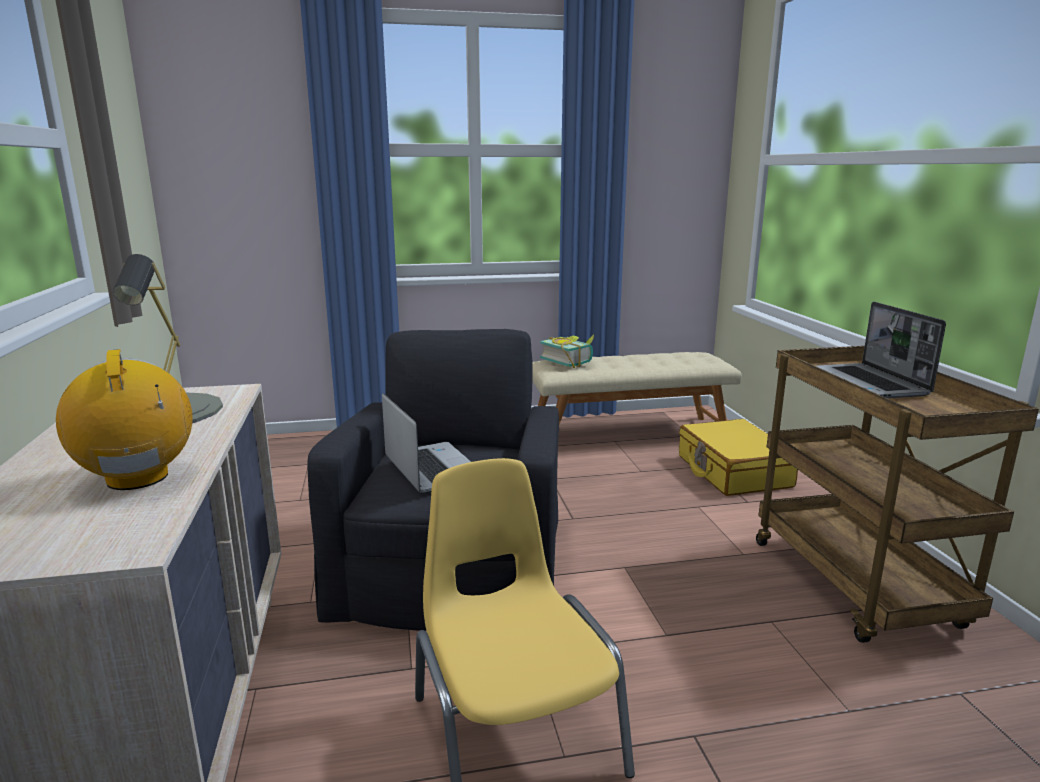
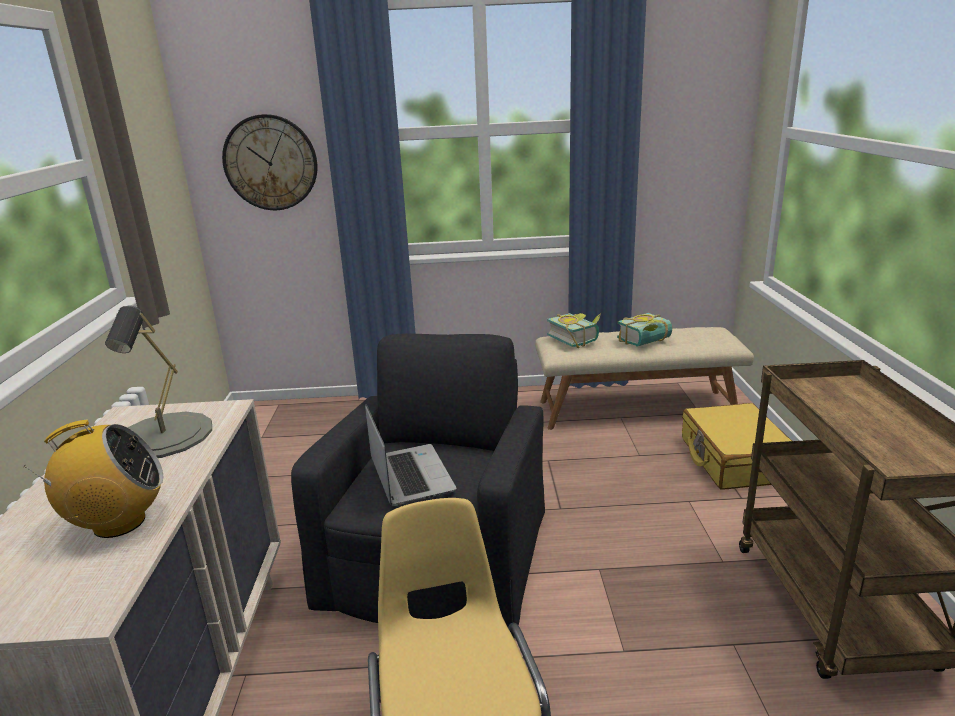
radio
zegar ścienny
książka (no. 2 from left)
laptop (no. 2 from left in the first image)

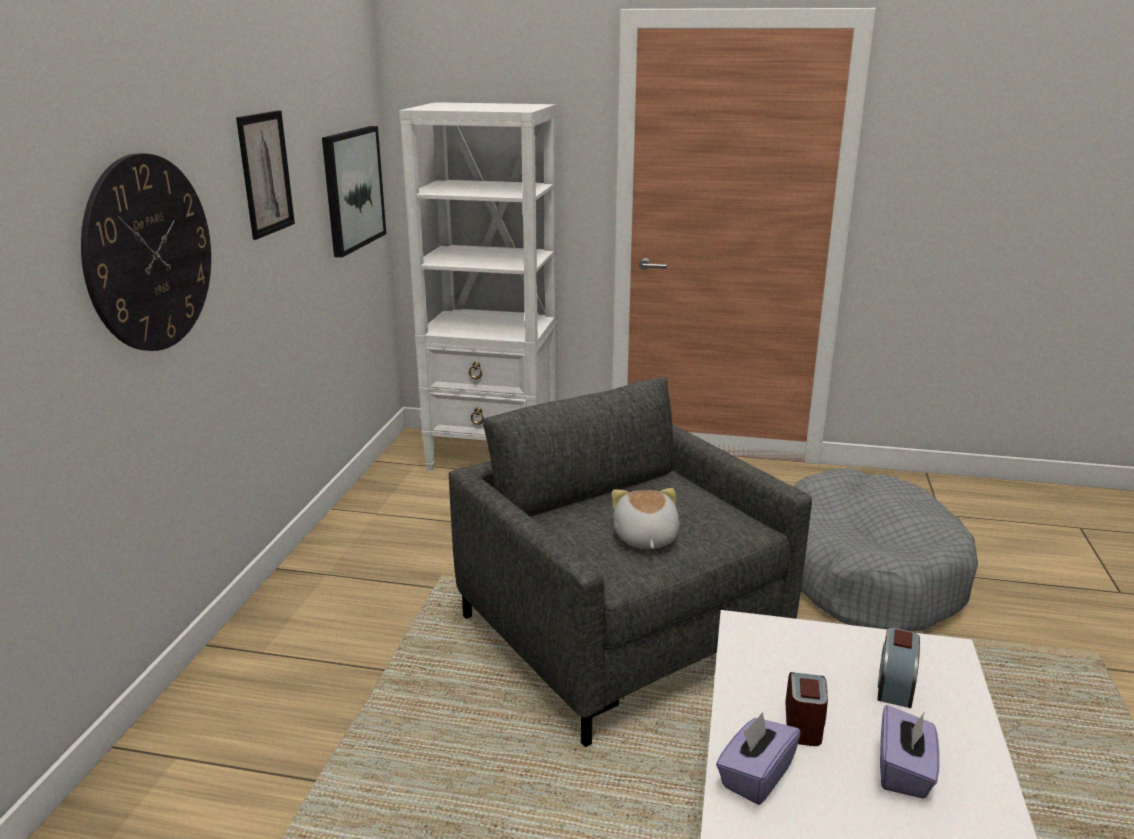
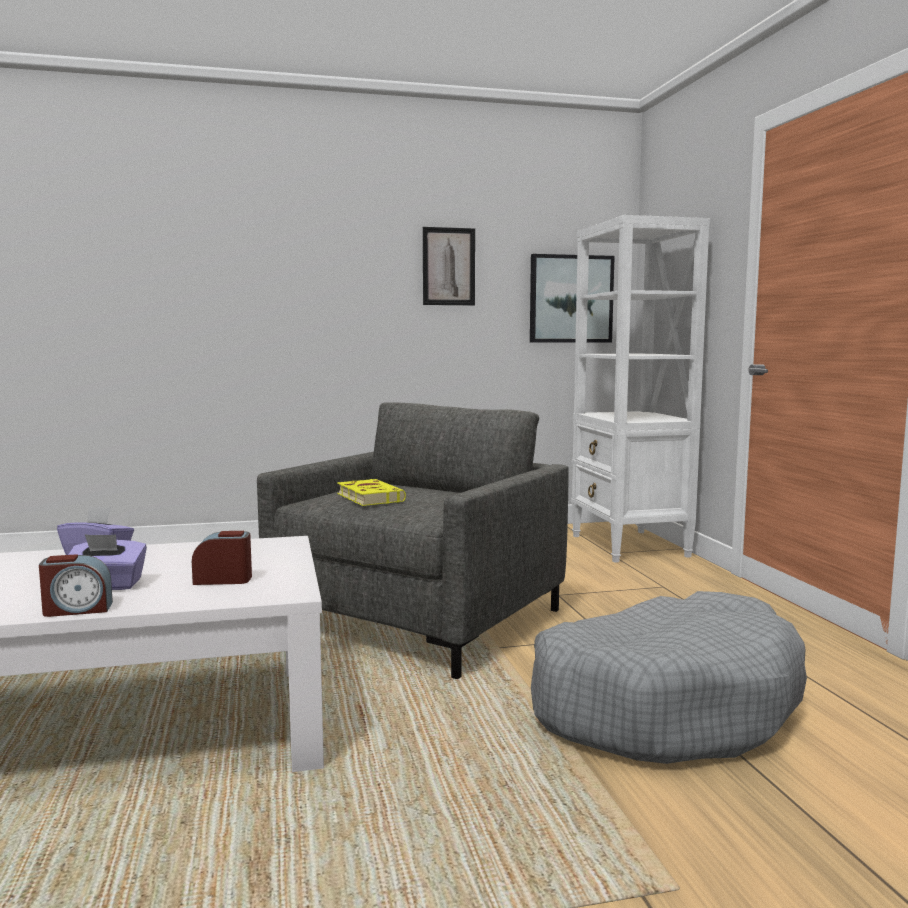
budzik (no. 1 from left)
książka (żółty)
zegar ścienny

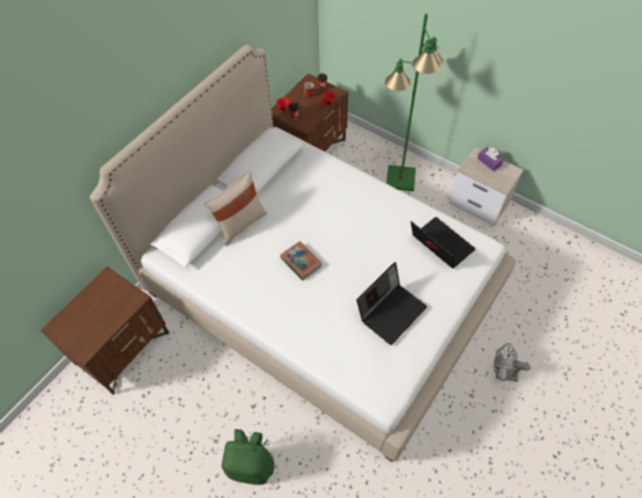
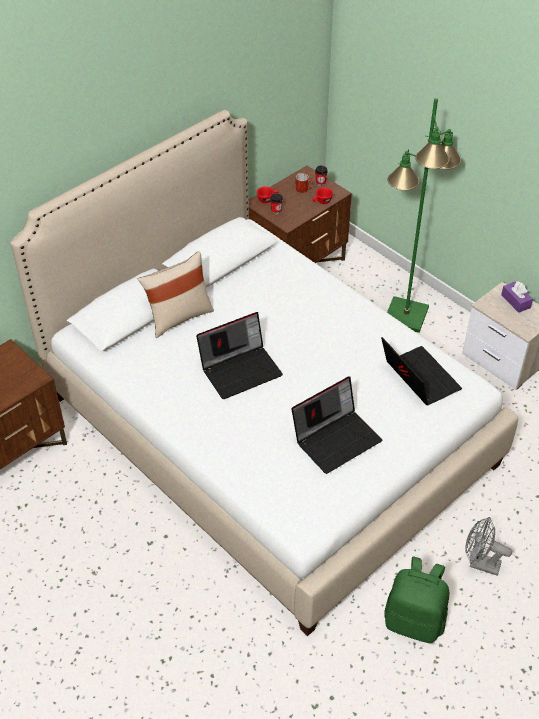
laptop (no. 1 from left)
plecak (zielony)

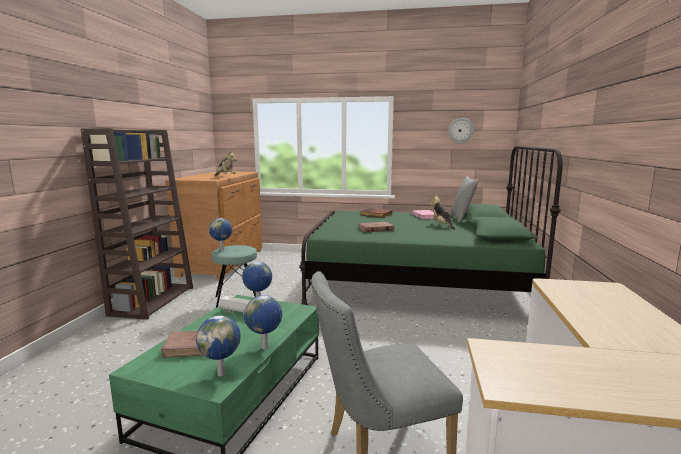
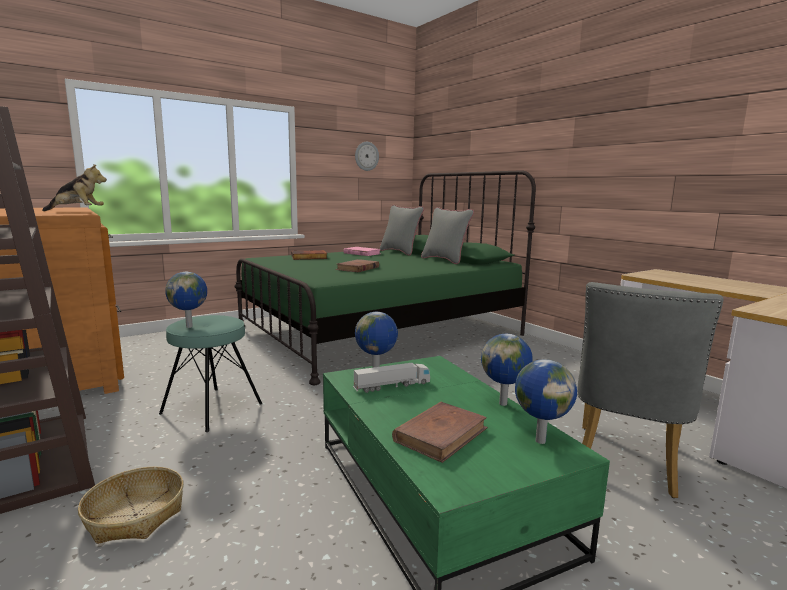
koszyk
poduszka (szary) (no. 2 from left)
pluszak (no. 2 from left in the first image)

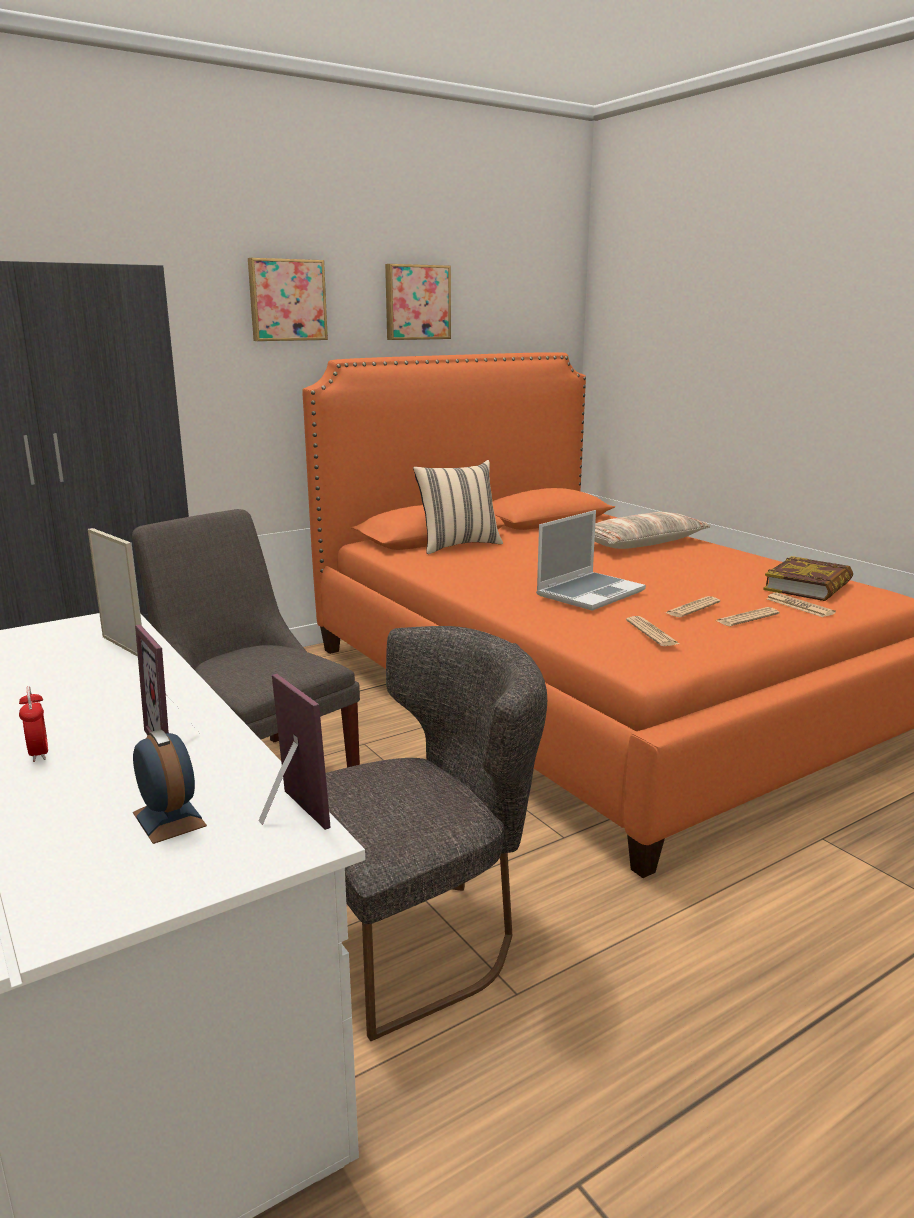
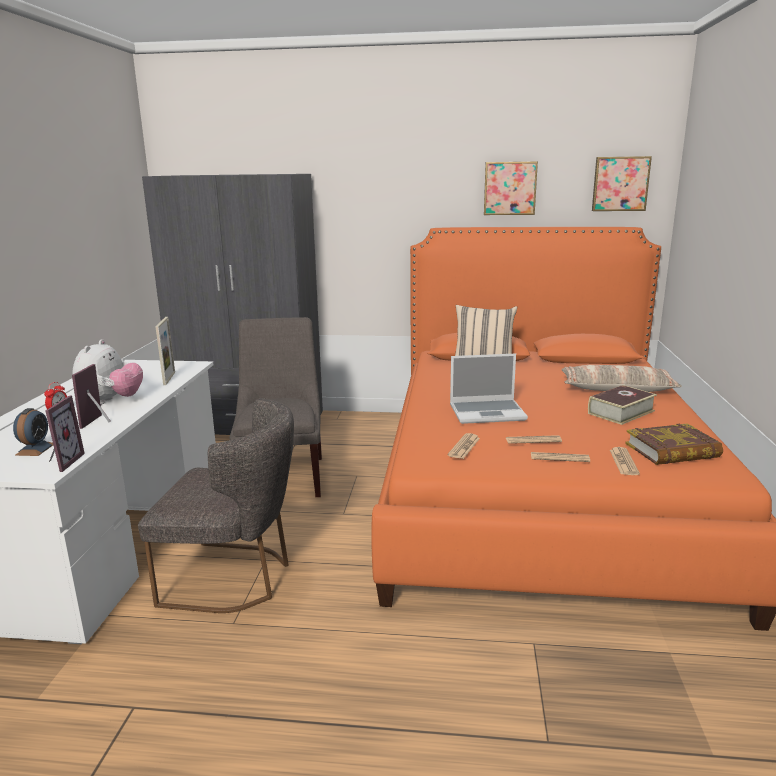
pluszak
książka (no. 1 from left)
obraz (no. 2 from left)

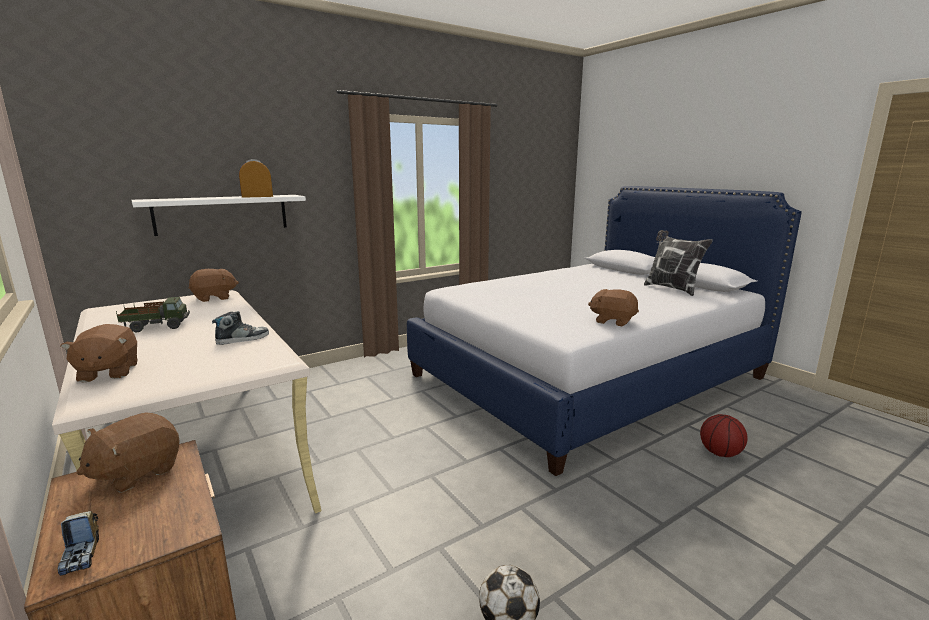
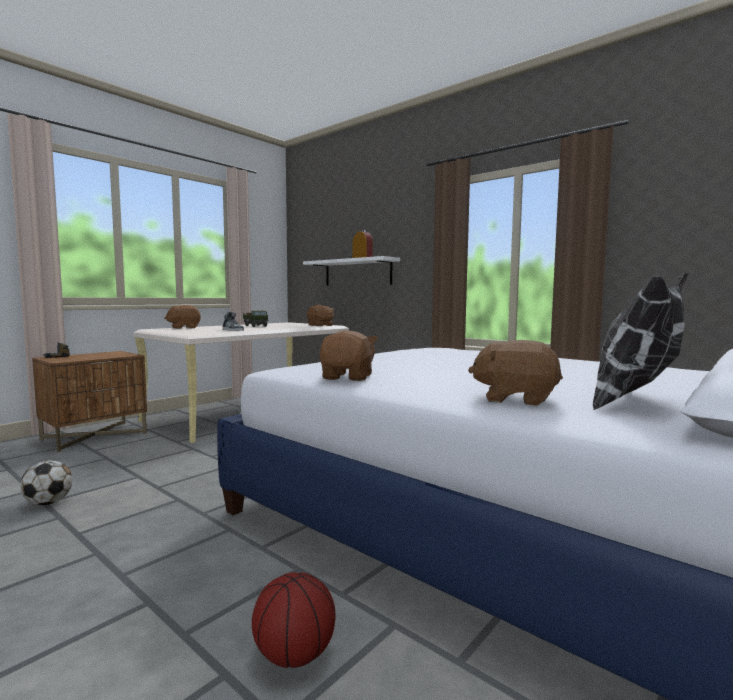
pluszak (brązowy) (no. 4 from left)

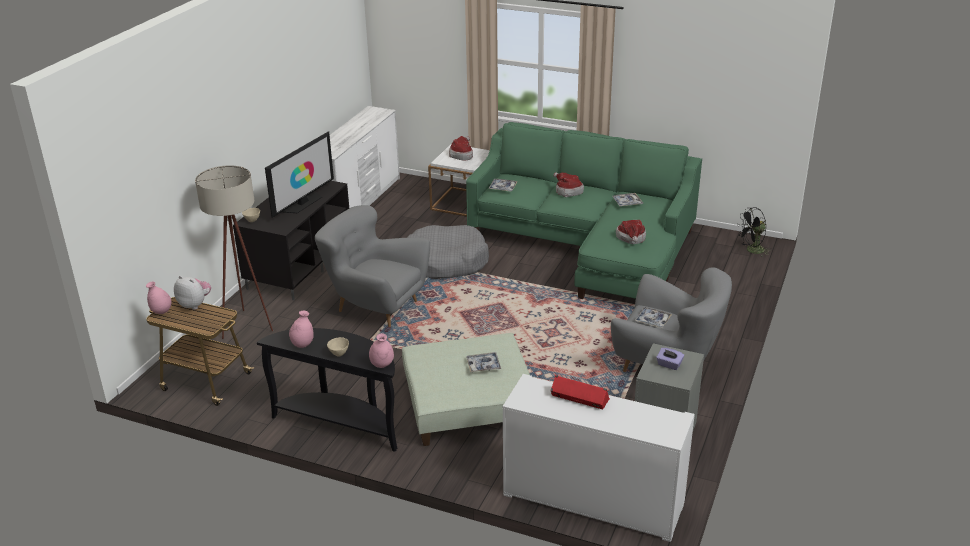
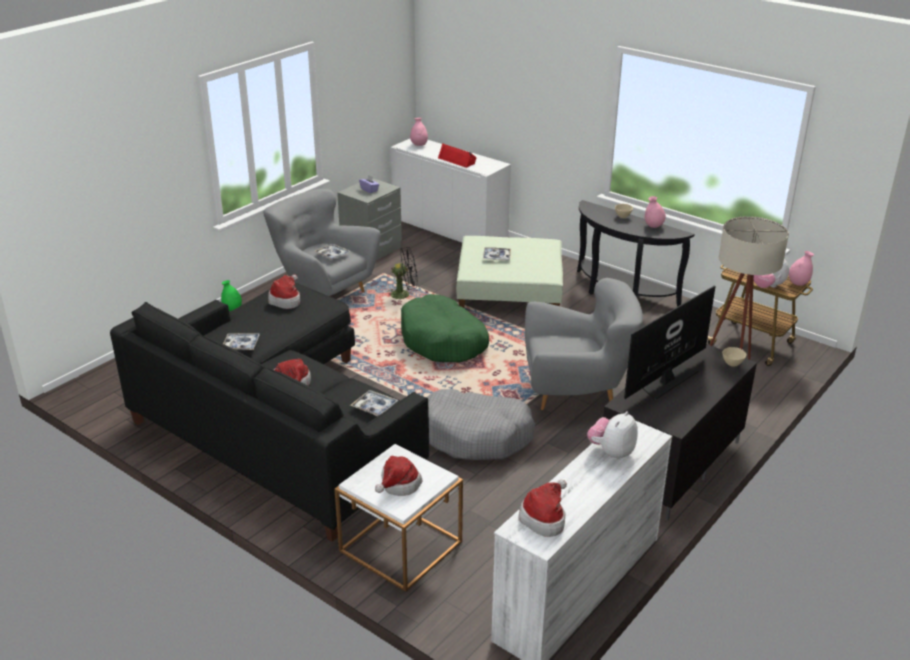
kanapa (czarny)
wazon (zielony)
wentylator (czarny)
legowisko (zielony)
wazon (różowy) (no. 1 from left)
kapelusz (no. 4 from left)
fotel (szary) (no. 2 from left)
pluszak (no. 1 from left)

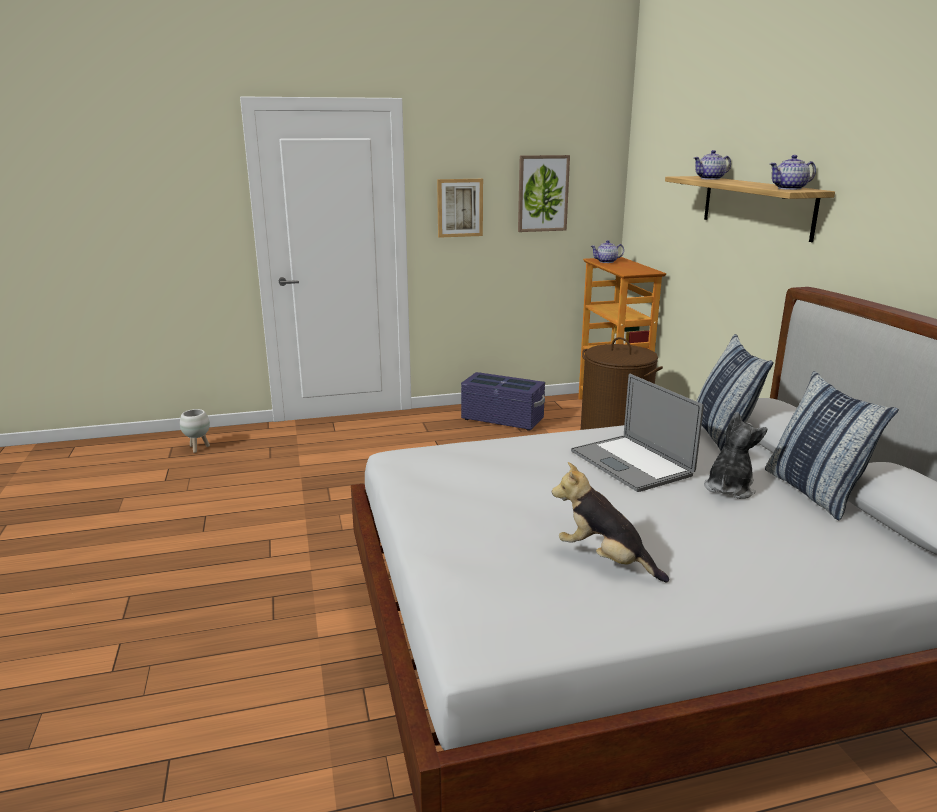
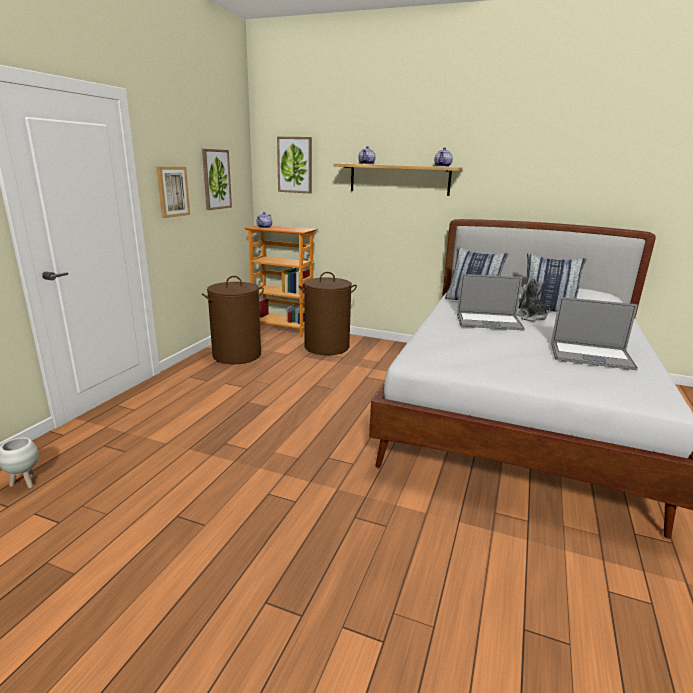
kosz na pranie (brązowy) (no. 1 from left)
obraz (no. 3 from left)
laptop (no. 2 from left)

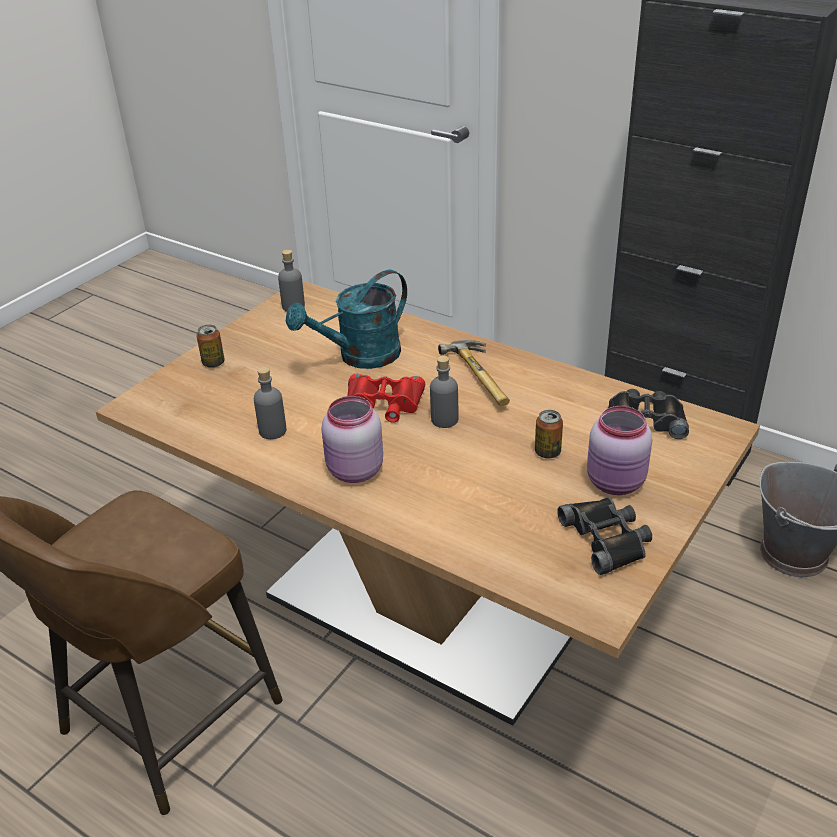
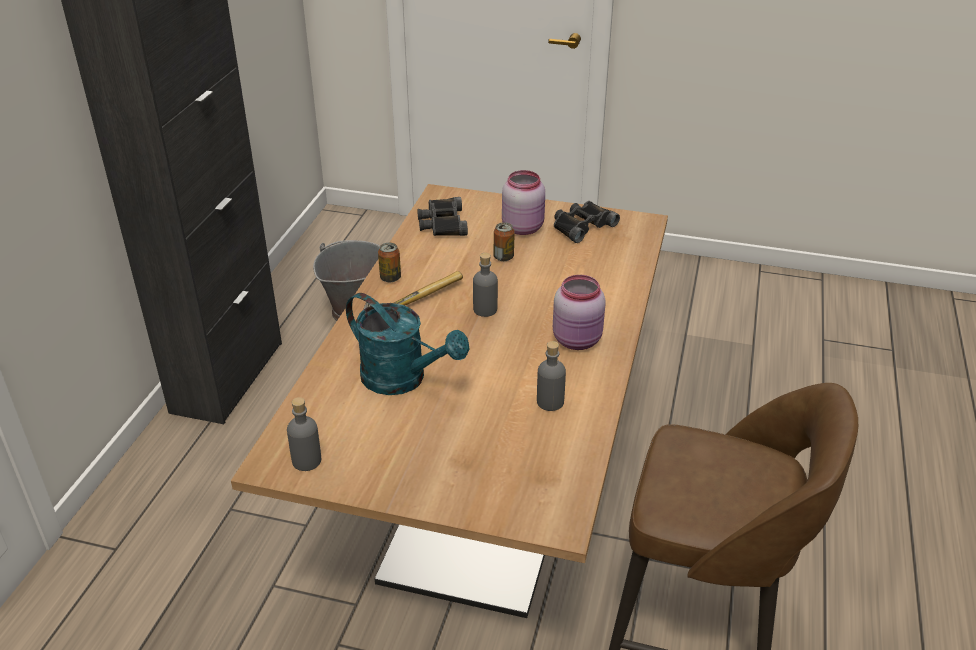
puszka (no. 1 from left)
lornetka (czerwony)

